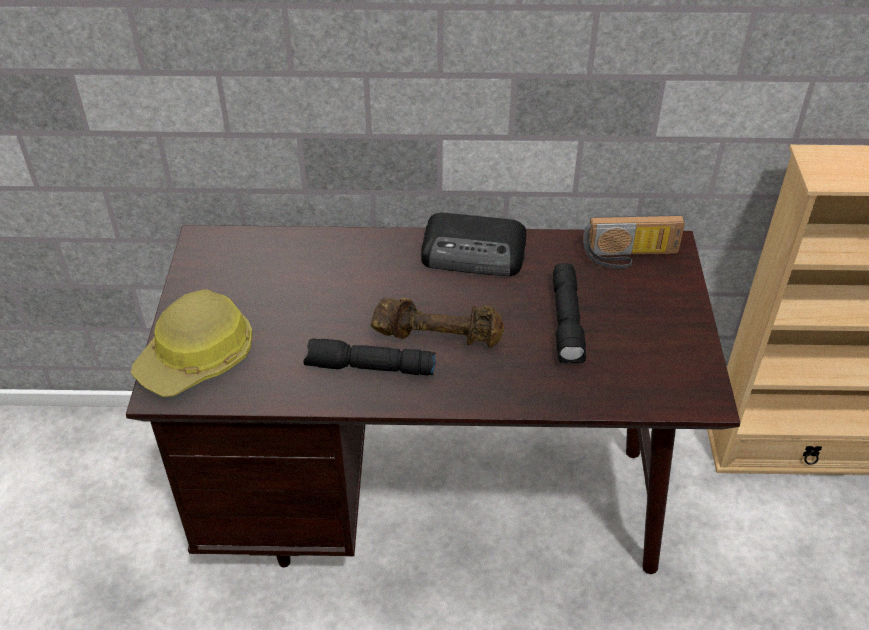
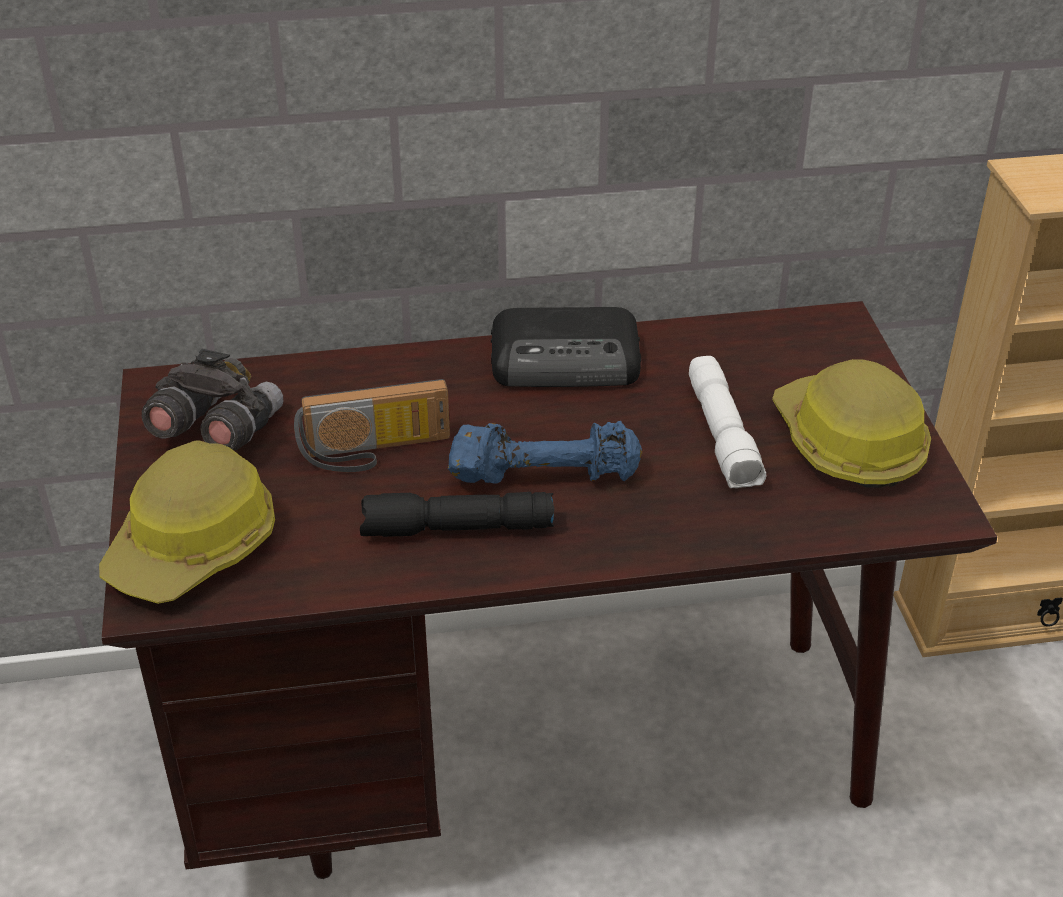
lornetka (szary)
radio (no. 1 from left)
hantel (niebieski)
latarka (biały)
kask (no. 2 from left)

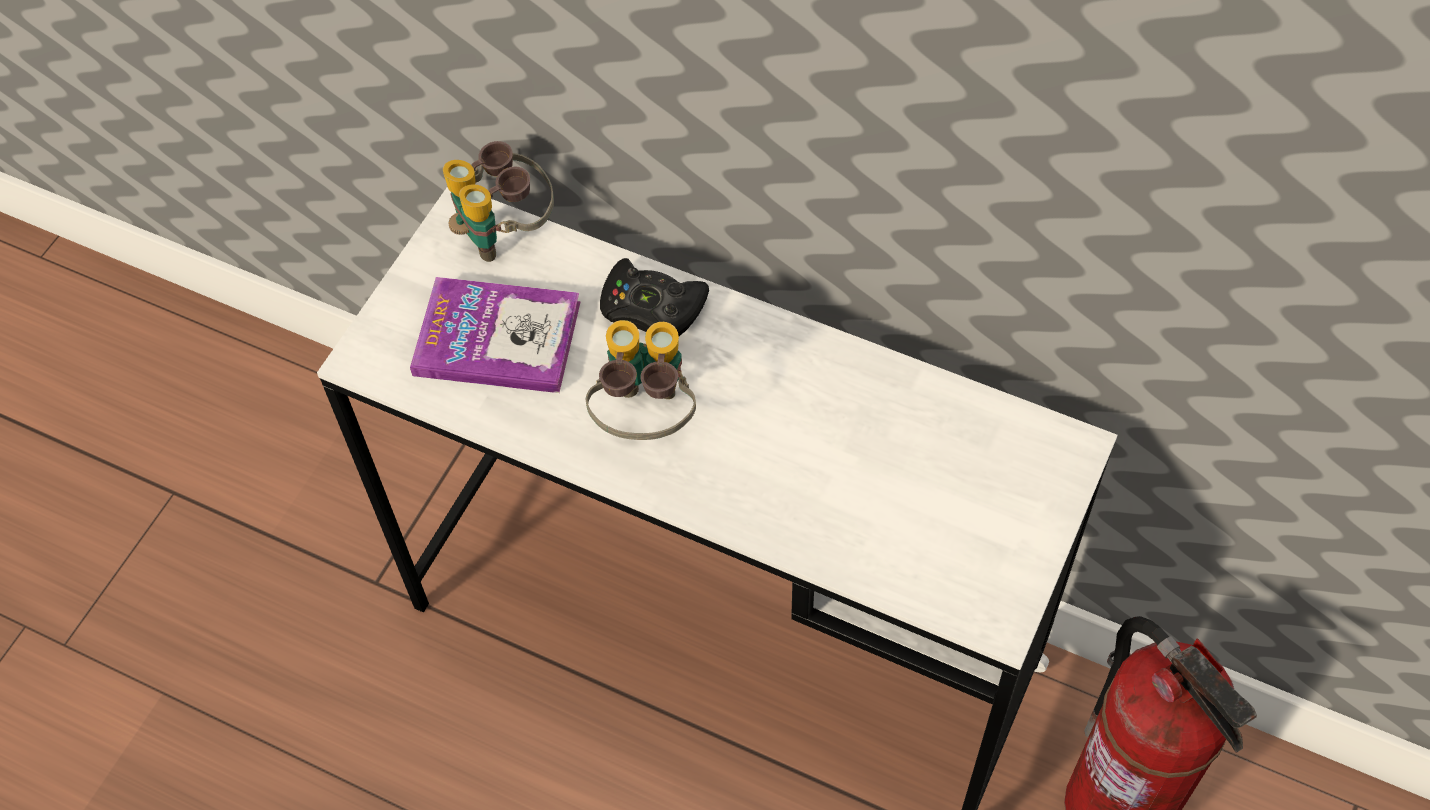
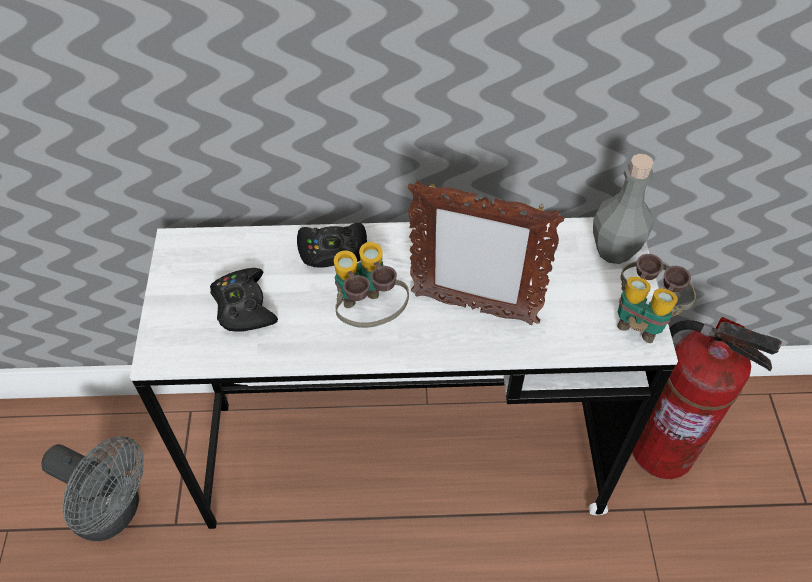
wentylator (szary)
pad do gier (czarny) (no. 1 from left)
ramka na zdjęcie
butelka (szary)
lornetka (no. 2 from left)

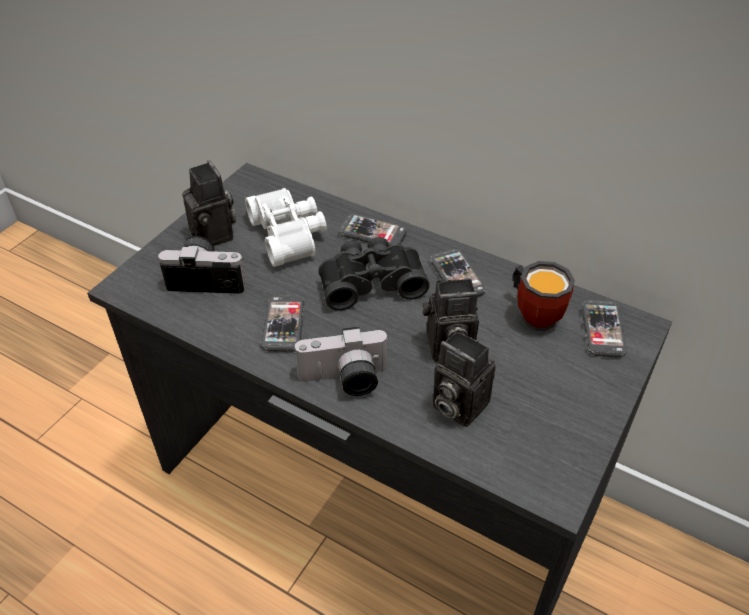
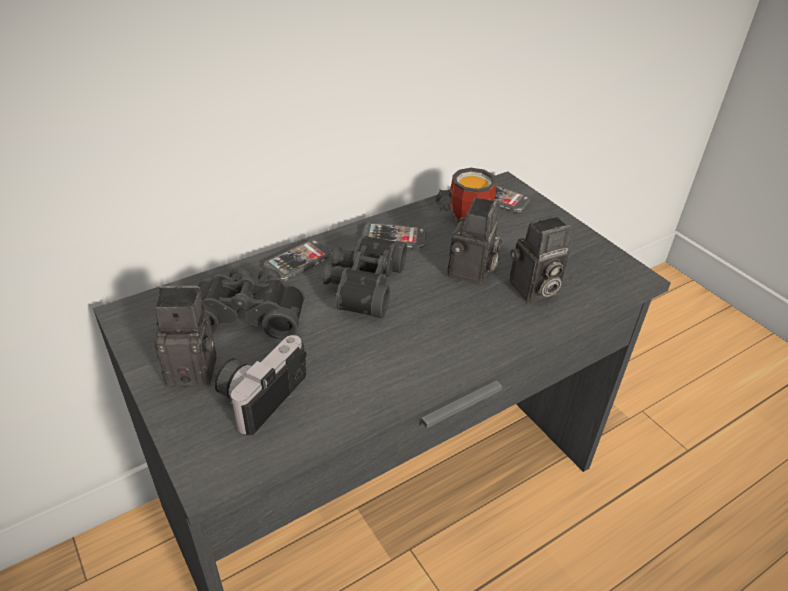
lornetka (czarny) (no. 1 from left)
telefon (no. 1 from left in the first image)
aparat fotograficzny (no. 3 from left in the first image)

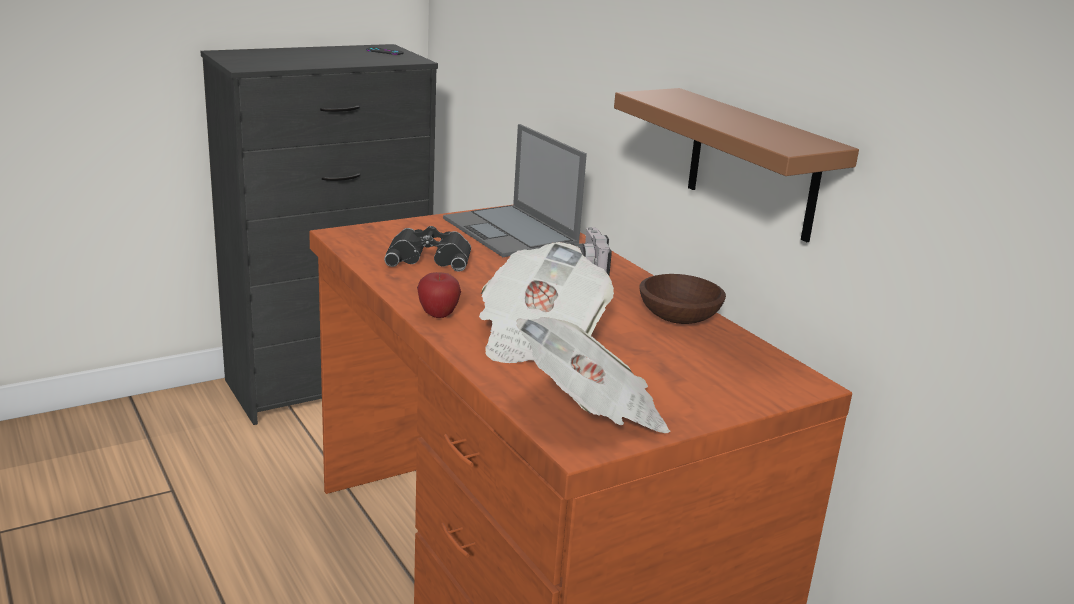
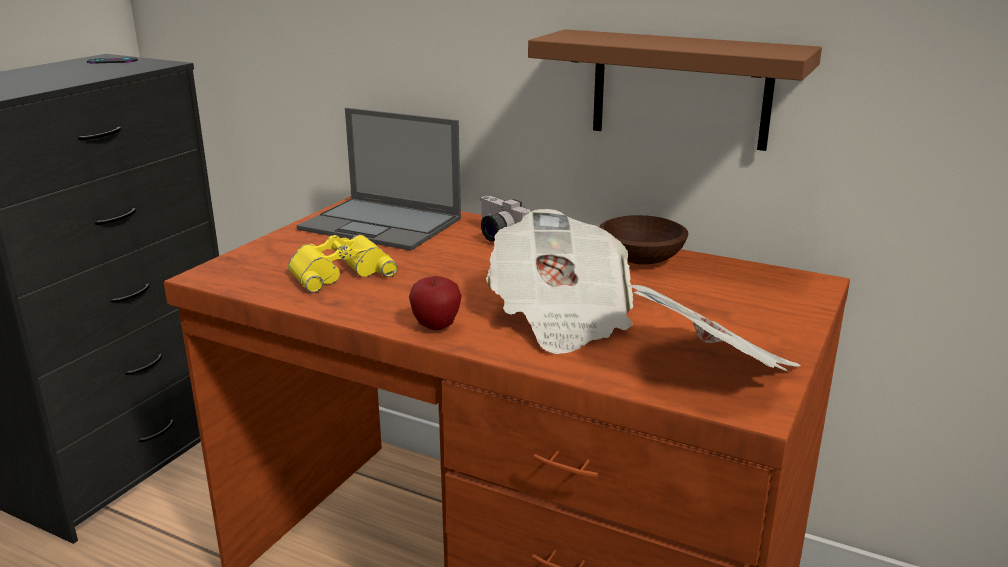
lornetka (żółty)

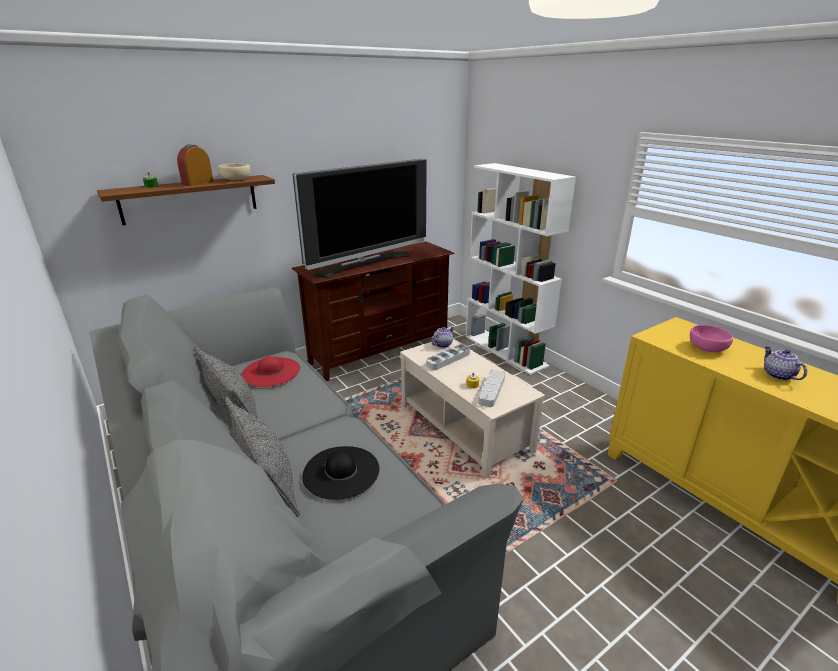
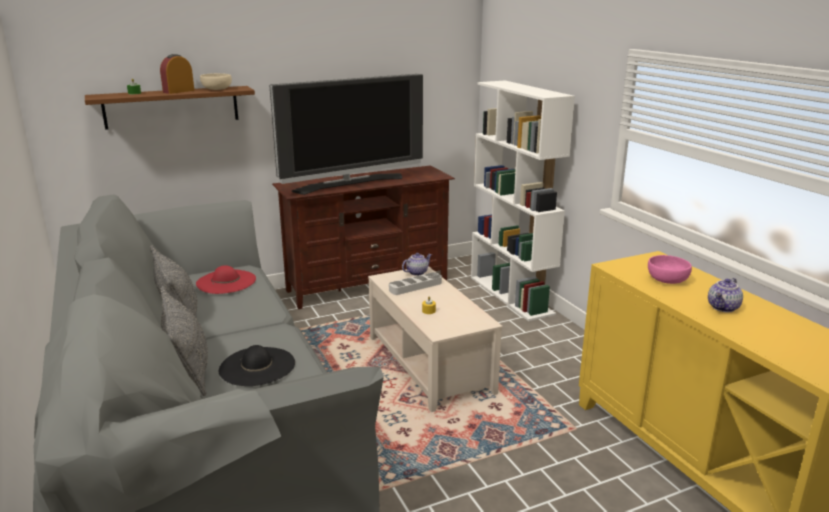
imbryk (no. 2 from left)
taca (szary) (no. 2 from left in the first image)

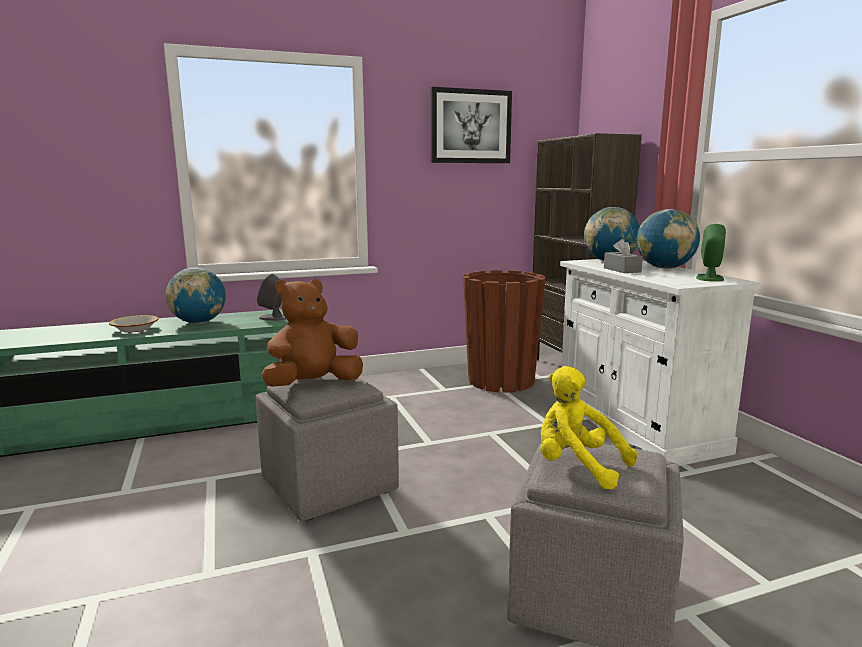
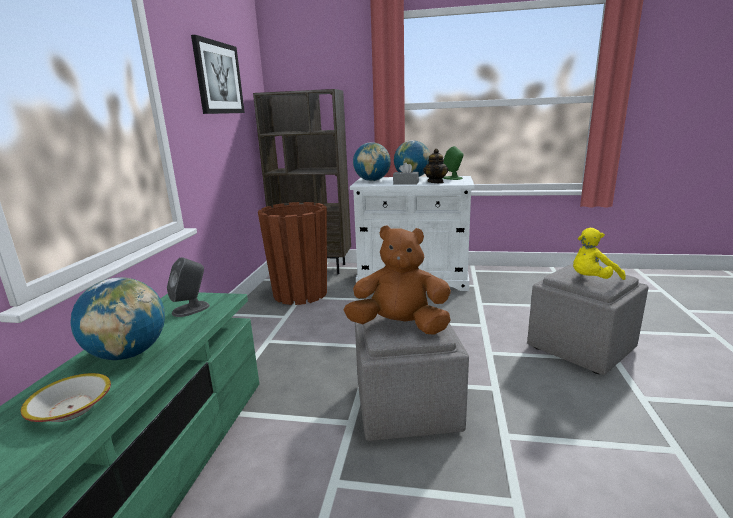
pluszak (brązowy)
imbryk

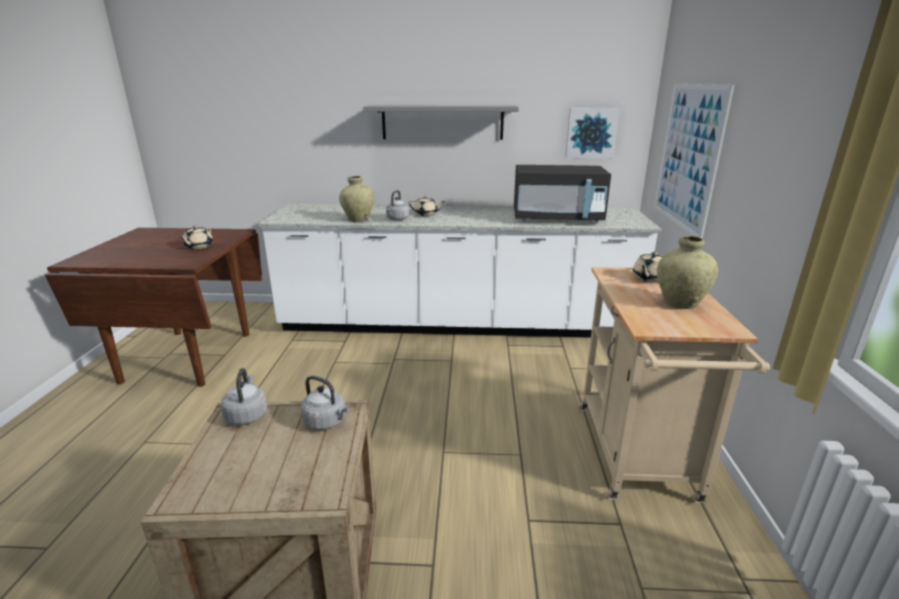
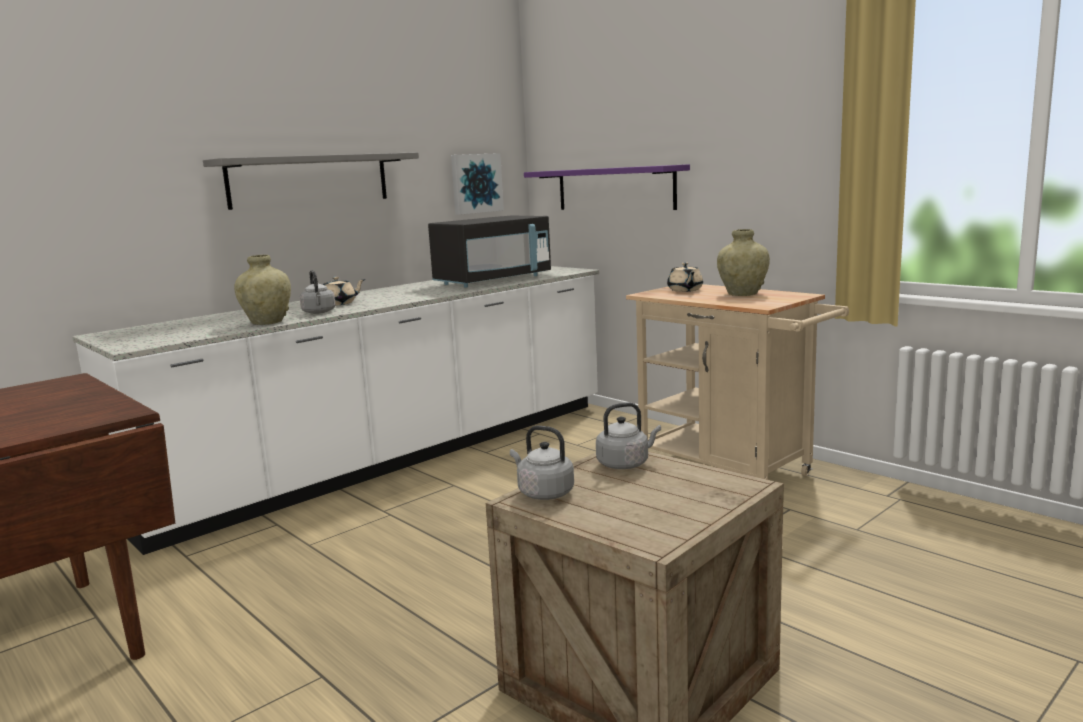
półka (fioletowy)
imbryk (beżowy) (no. 1 from left in the first image)

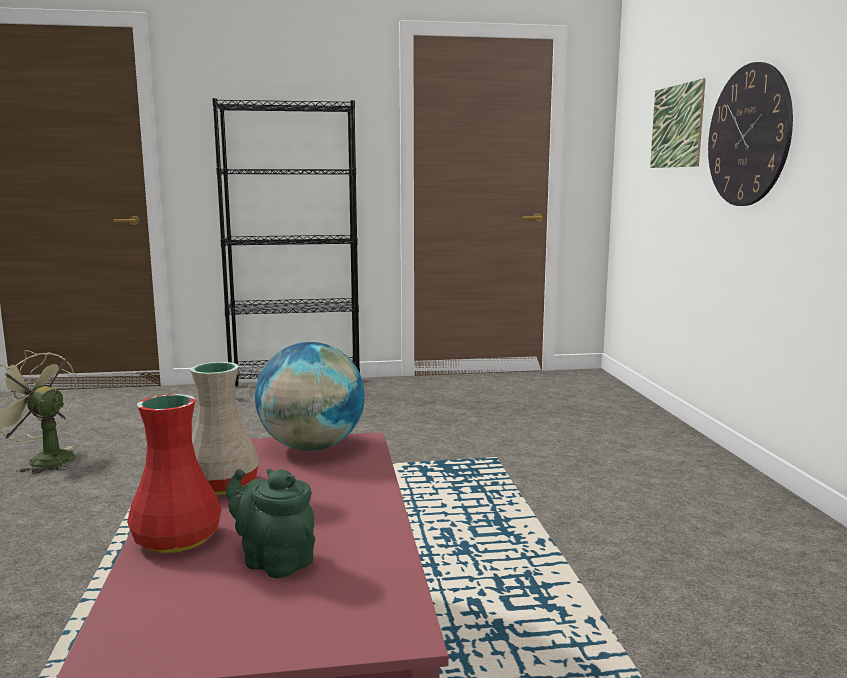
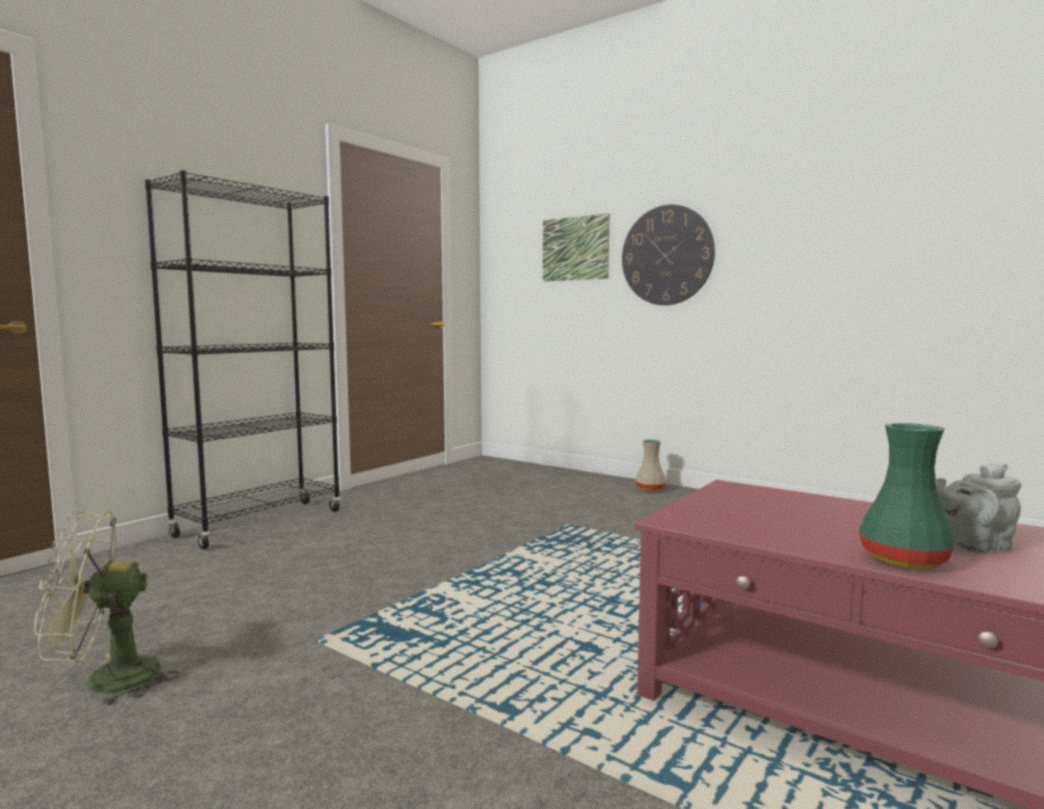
wazon (beżowy)
wazon (zielony)
imbryk (szary)
globus

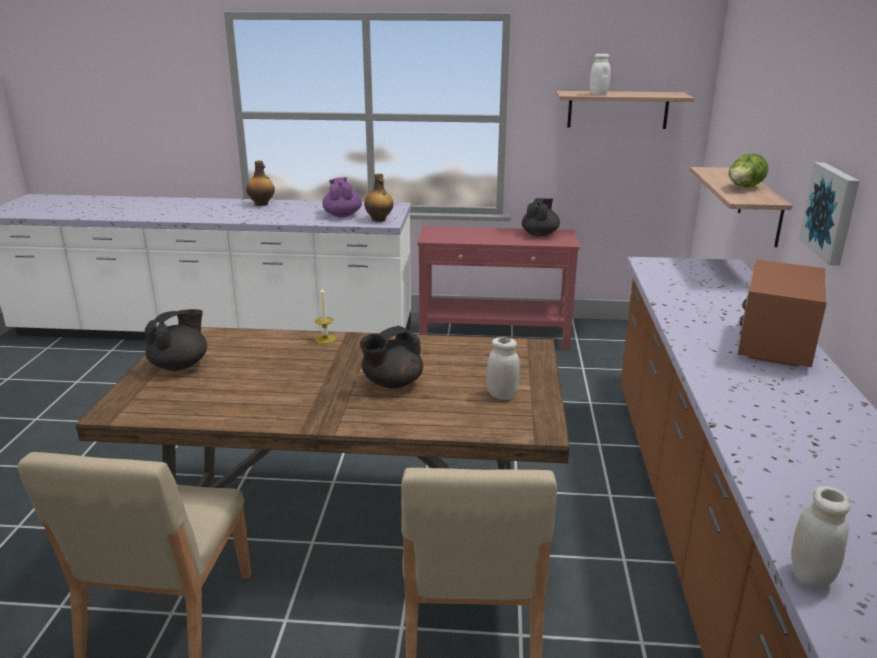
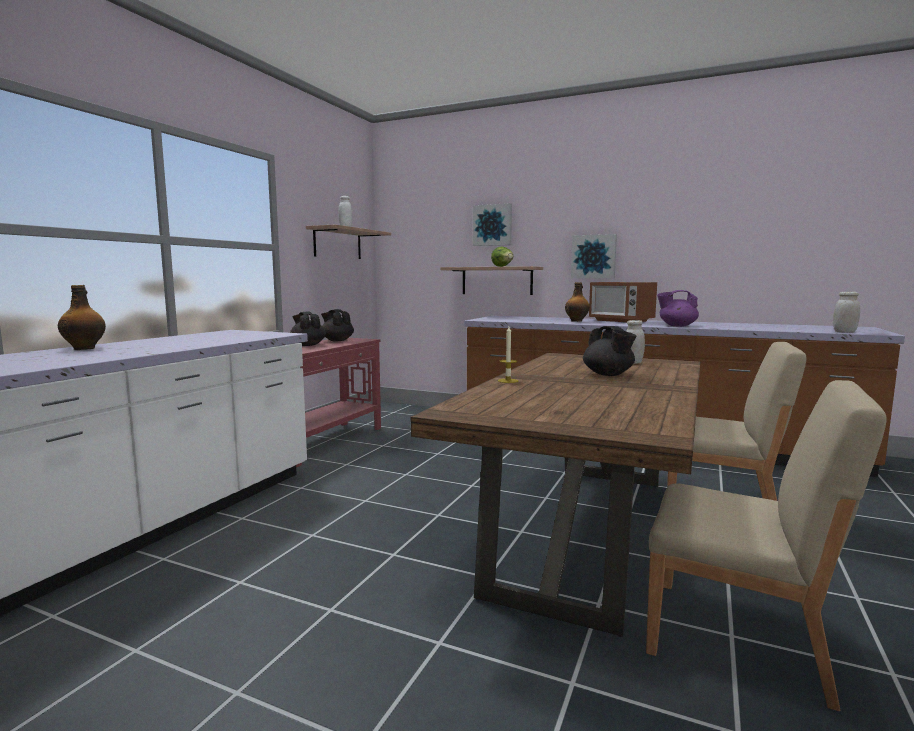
imbryk (czarny) (no. 1 from left)
obraz (no. 1 from left)
butelka (no. 2 from left)
imbryk (fioletowy)

